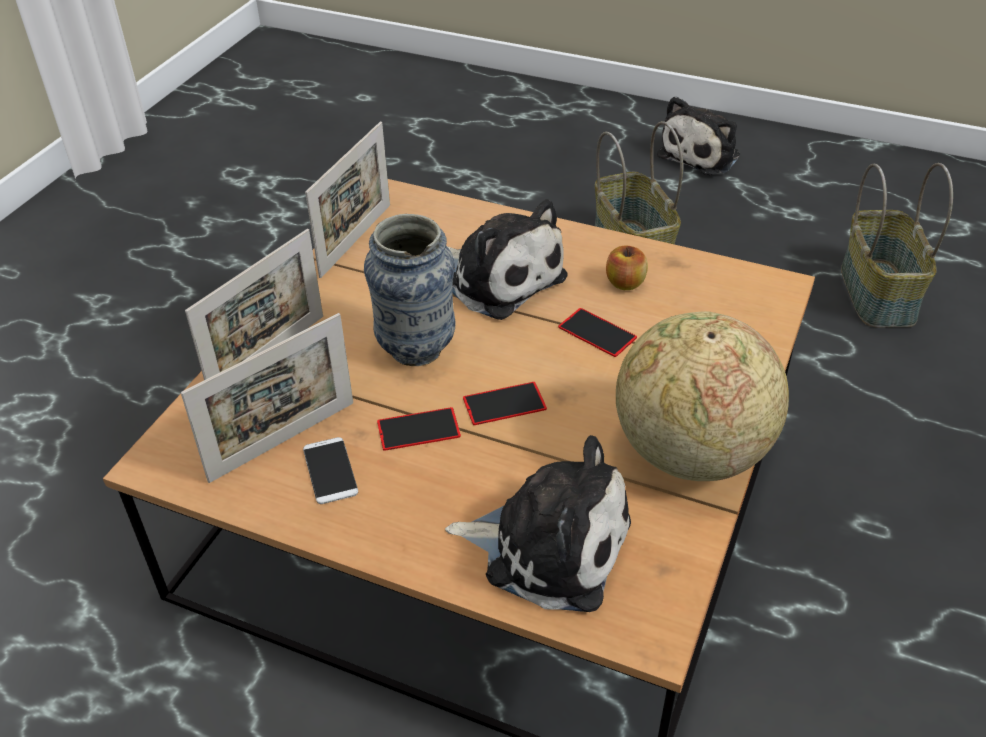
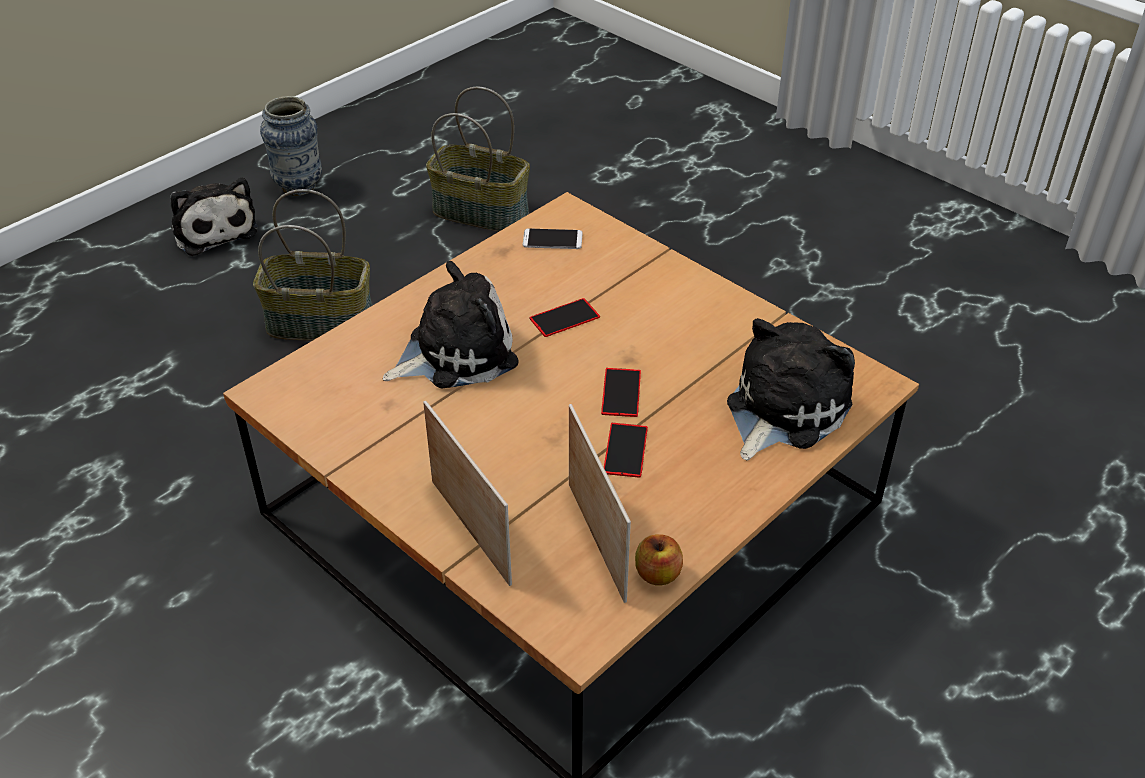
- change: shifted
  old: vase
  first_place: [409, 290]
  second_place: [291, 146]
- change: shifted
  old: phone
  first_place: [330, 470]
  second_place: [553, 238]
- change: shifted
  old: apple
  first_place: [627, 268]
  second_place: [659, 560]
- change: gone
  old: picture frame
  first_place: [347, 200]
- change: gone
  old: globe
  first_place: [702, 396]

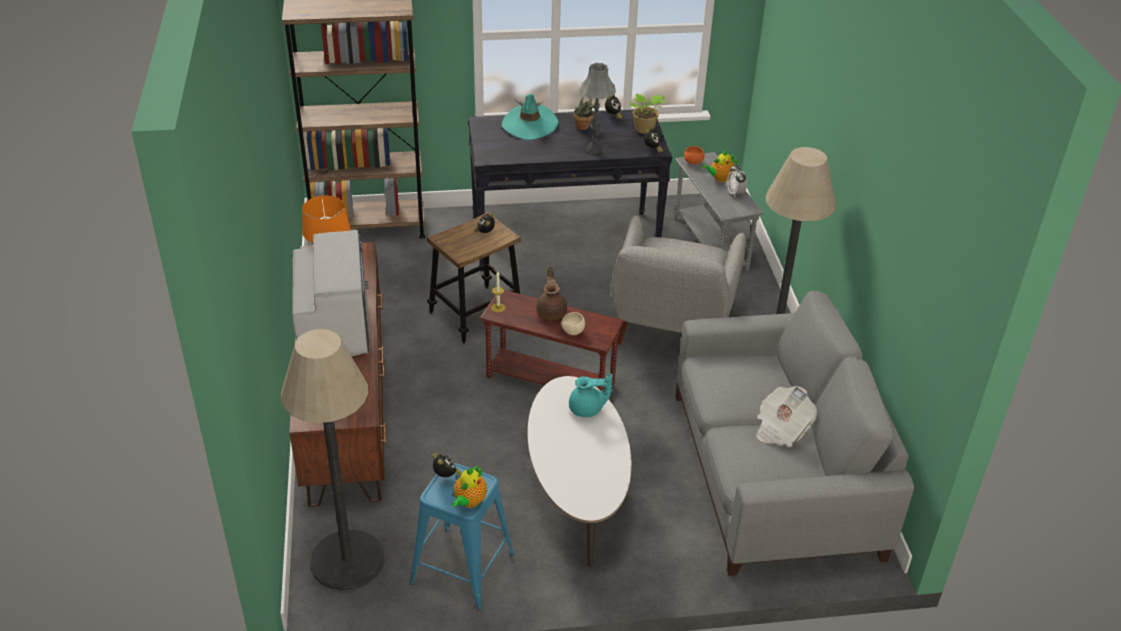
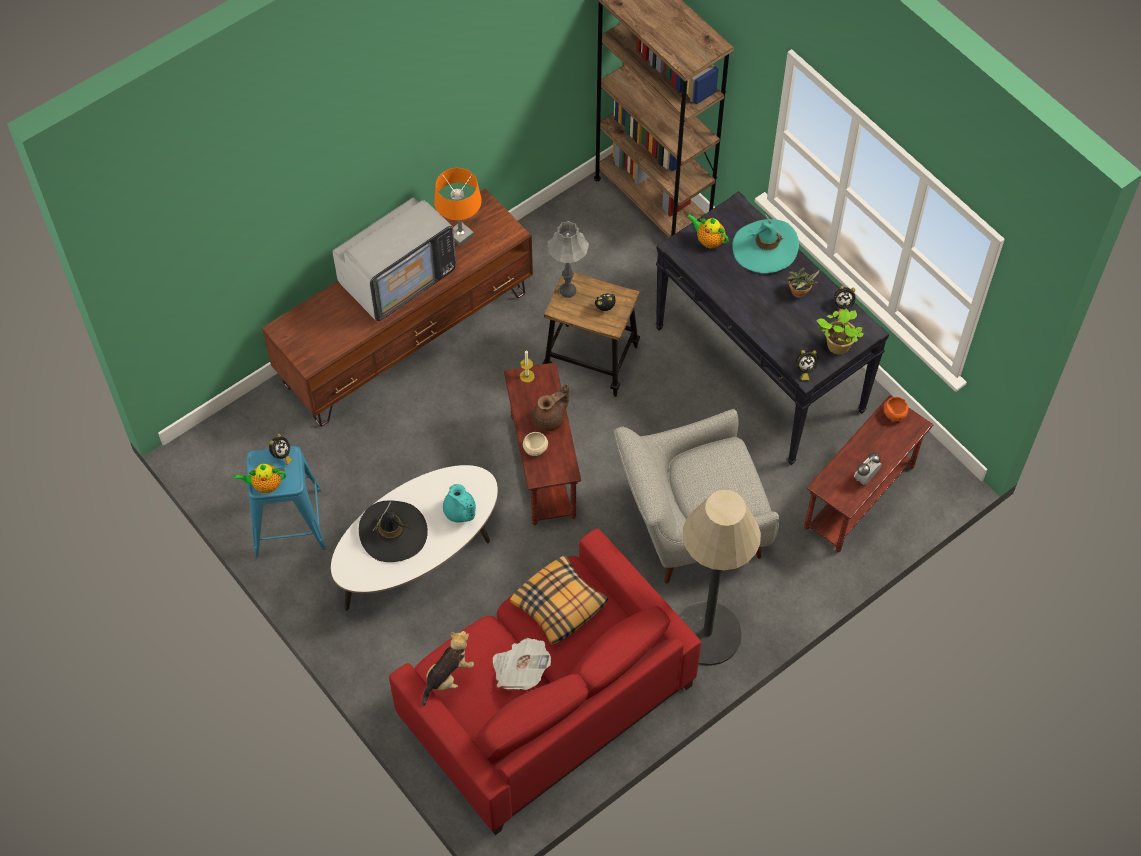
- change: new
  new: hat (black)
  second_place: [393, 531]
- change: repainted
  old: sofa (grey)
  new: sofa (red)
  first_place: [794, 433]
  second_place: [545, 681]
- change: new
  new: plush toy
  second_place: [448, 668]
- change: new
  new: pillow
  second_place: [559, 600]
- change: shifted
  old: table lamp (grey)
  first_place: [597, 108]
  second_place: [568, 259]
- change: shifted
  old: teapot
  first_place: [720, 166]
  second_place: [708, 231]
- change: repainted
  old: side table (grey)
  new: side table (brown)
  first_place: [718, 211]
  second_place: [868, 473]
- change: gone
  old: floor lamp
  first_place: [332, 459]

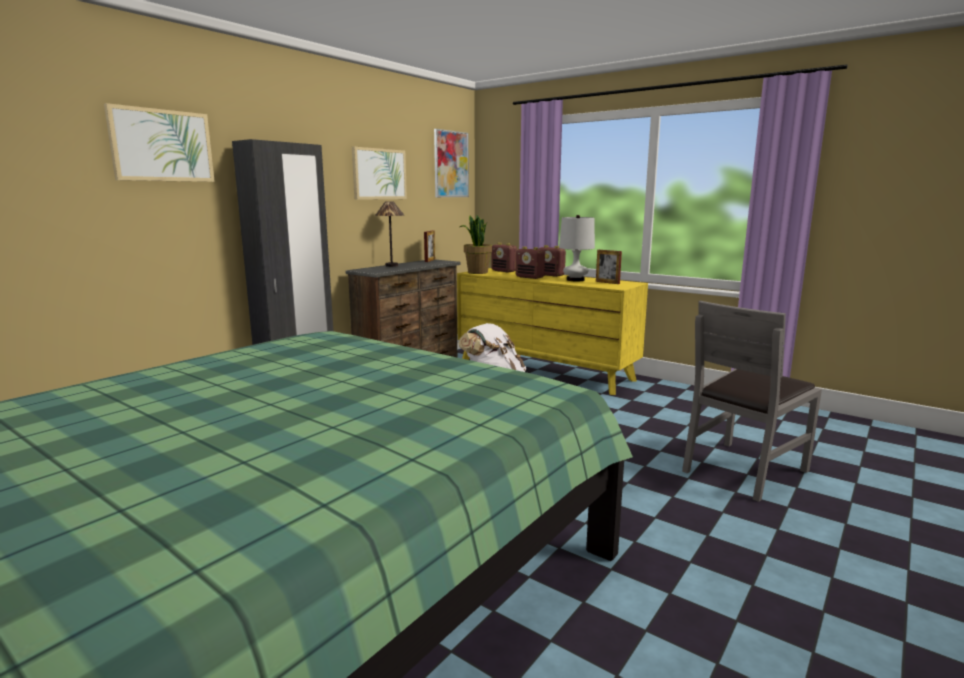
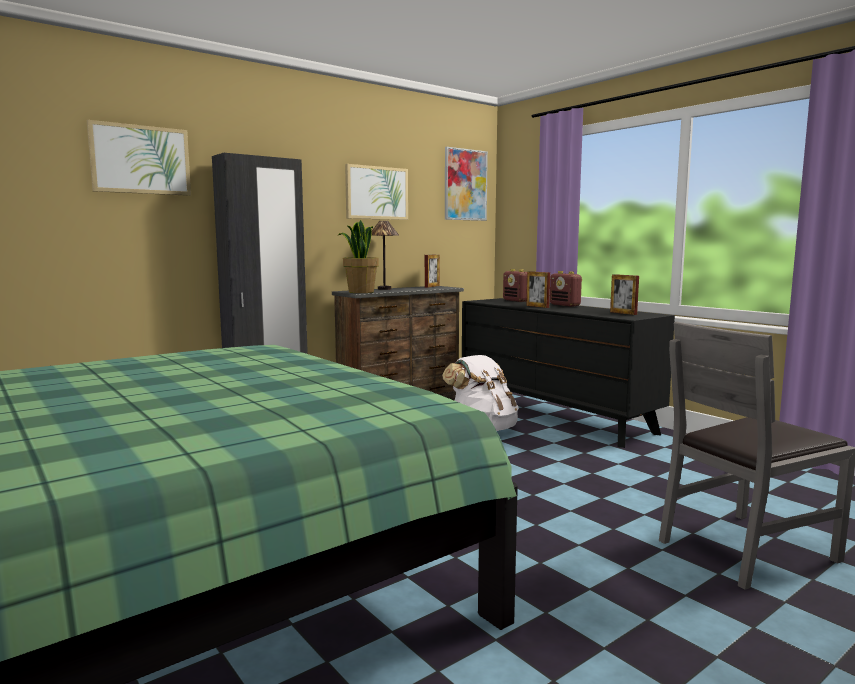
- change: shifted
  old: potted plant
  first_place: [476, 244]
  second_place: [358, 256]
- change: repainted
  old: dresser (yellow)
  new: dresser (black)
  first_place: [552, 331]
  second_place: [568, 373]
- change: swapped
  old: radio
  new: picture frame
  first_place: [530, 263]
  second_place: [538, 289]
- change: gone
  old: table lamp (white)
  first_place: [577, 248]

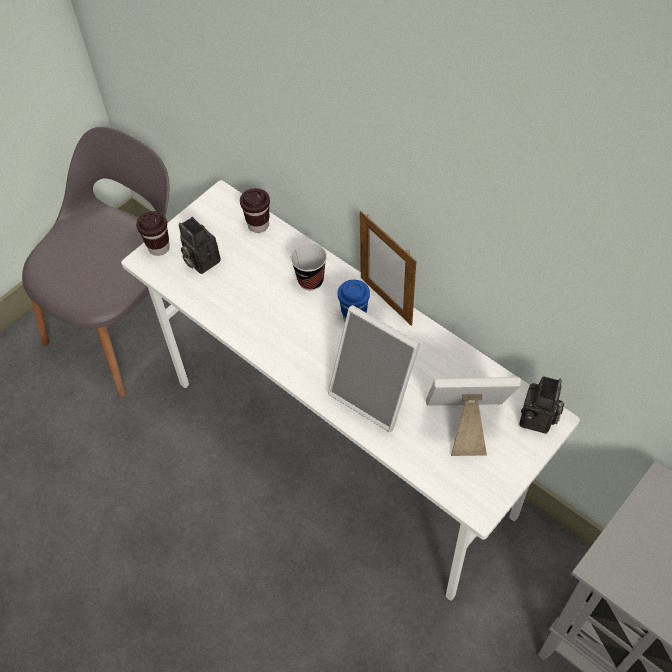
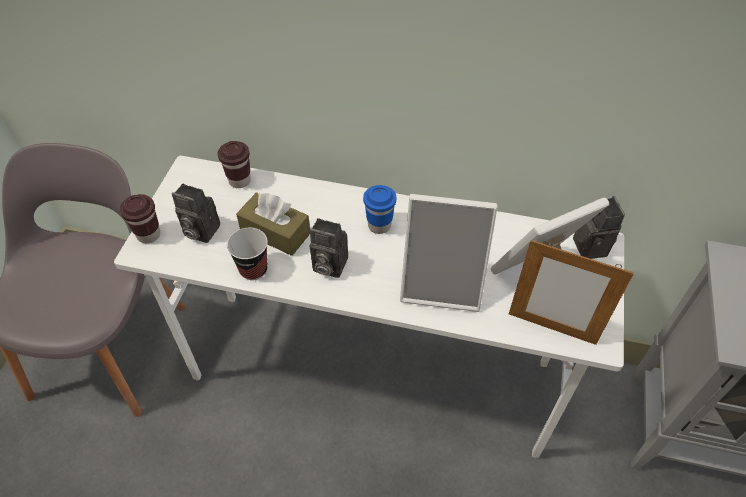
- change: shifted
  old: cup
  first_place: [309, 266]
  second_place: [247, 254]
- change: new
  new: tissue box (brown)
  second_place: [273, 224]
- change: new
  new: photo camera
  second_place: [329, 248]
- change: shifted
  old: picture frame
  first_place: [388, 268]
  second_place: [571, 292]

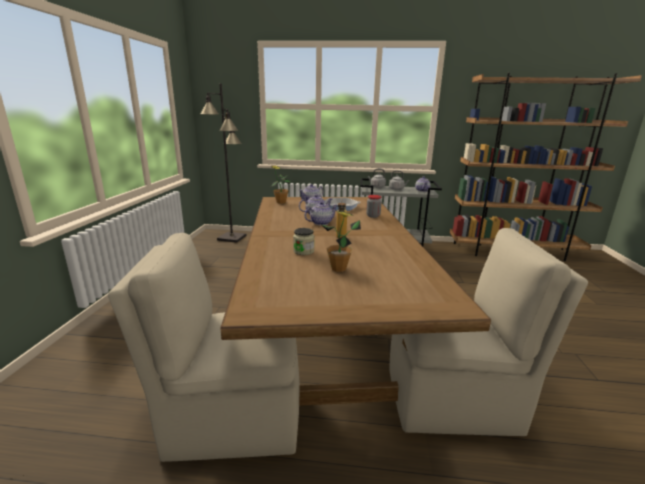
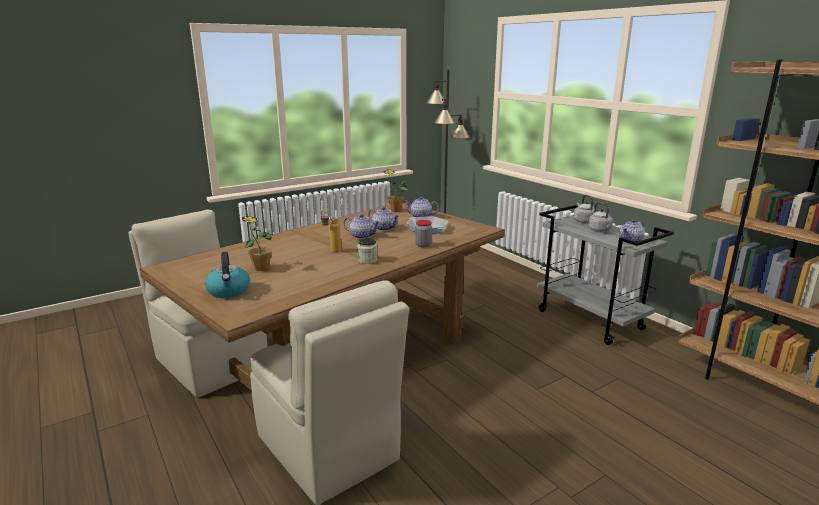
- change: new
  new: kettle
  second_place: [227, 275]
- change: shifted
  old: jar
  first_place: [303, 241]
  second_place: [367, 251]

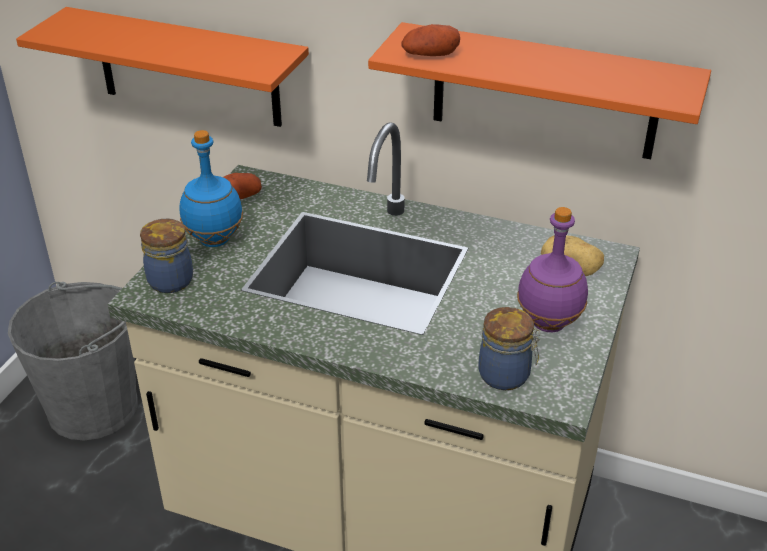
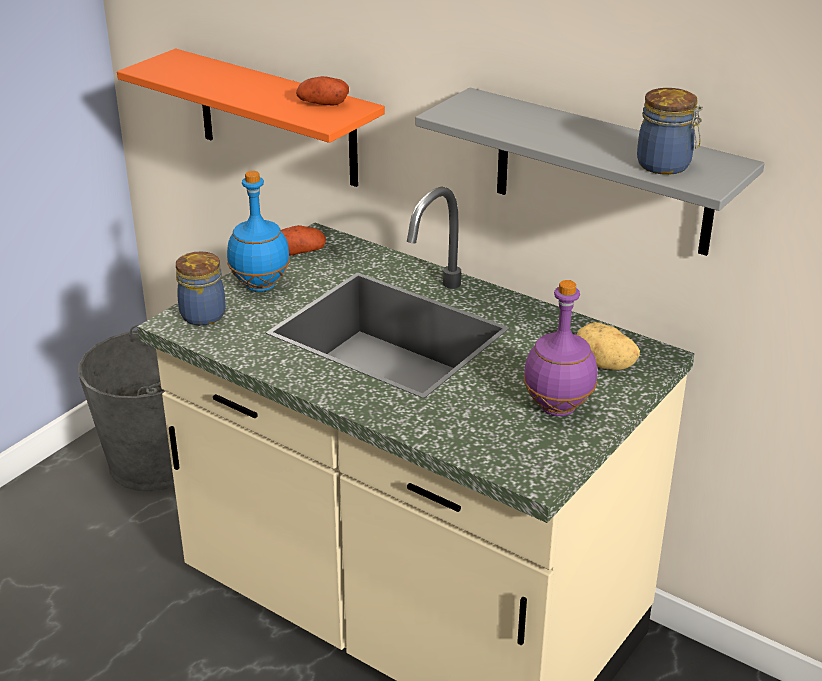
- change: shifted
  old: potato
  first_place: [430, 40]
  second_place: [322, 91]
- change: repainted
  old: shelf (orange)
  new: shelf (grey)
  first_place: [539, 90]
  second_place: [590, 171]
- change: shifted
  old: jar
  first_place: [509, 348]
  second_place: [670, 131]

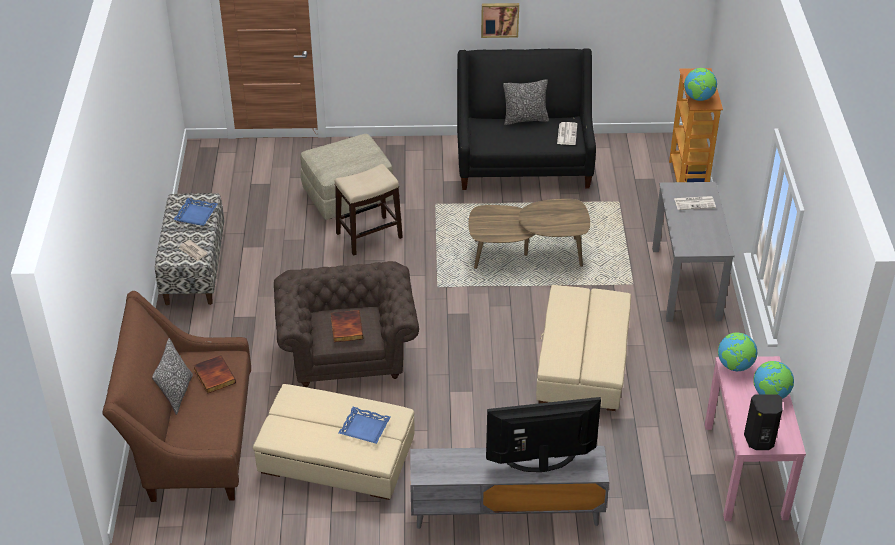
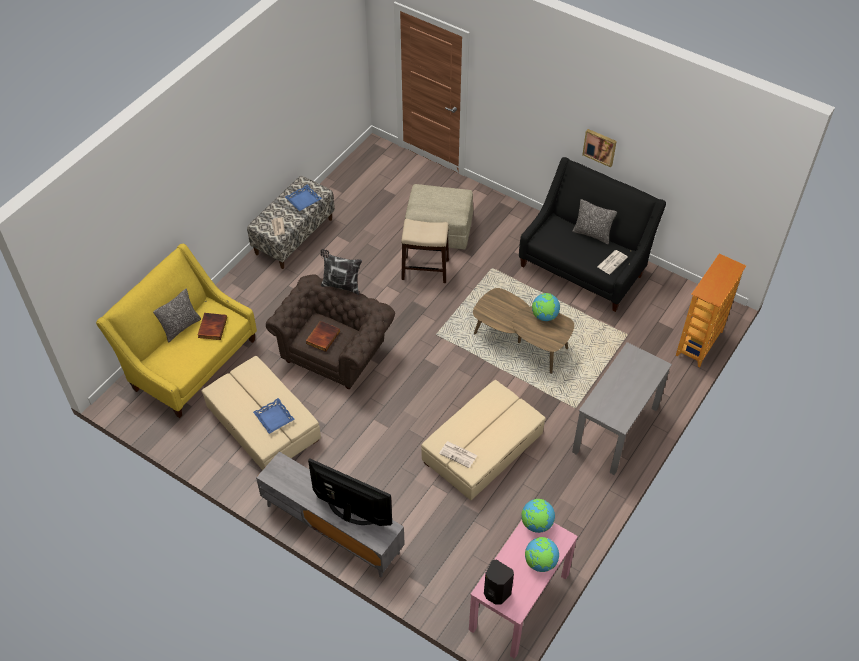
- change: repainted
  old: sofa (brown)
  new: sofa (yellow)
  first_place: [176, 396]
  second_place: [176, 330]
- change: new
  new: pillow
  second_place: [341, 272]
- change: shifted
  old: newspaper
  first_place: [695, 203]
  second_place: [458, 454]
- change: shifted
  old: globe
  first_place: [700, 84]
  second_place: [546, 307]

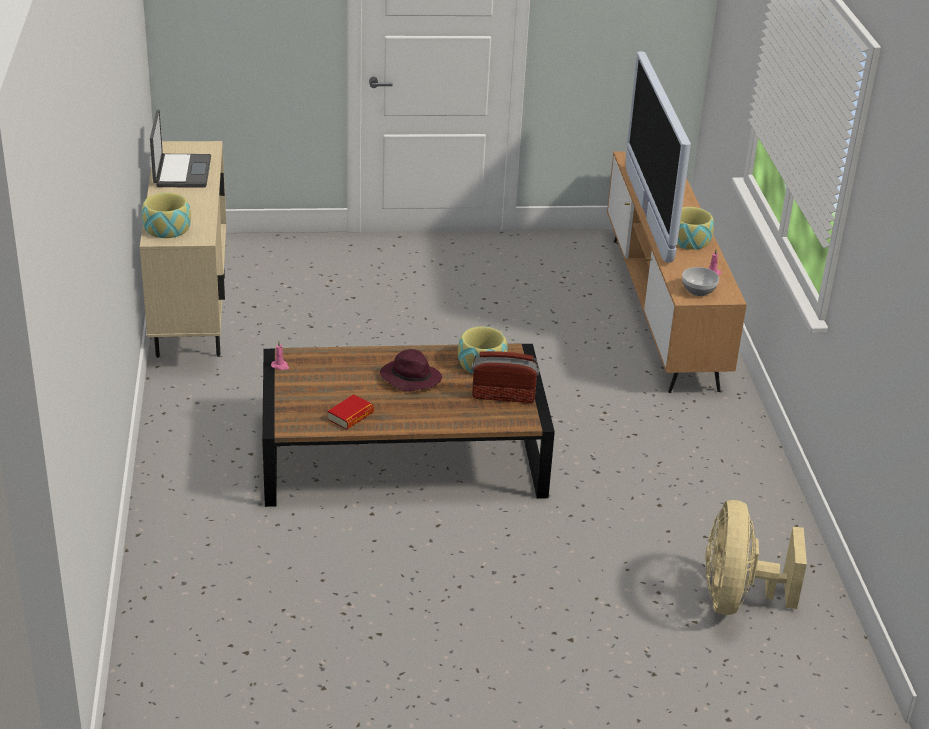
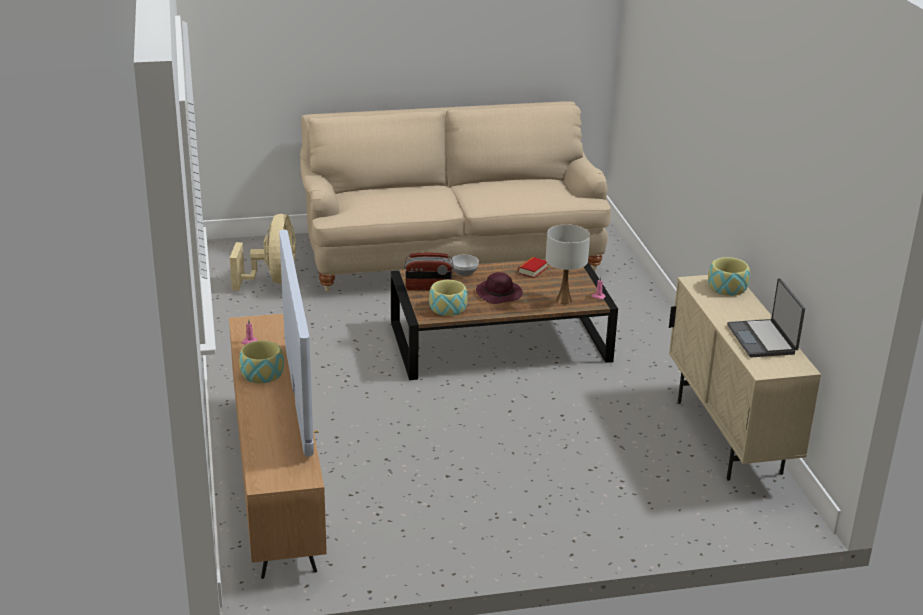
- change: new
  new: sofa (beige)
  second_place: [455, 196]
- change: shifted
  old: bowl
  first_place: [700, 281]
  second_place: [465, 265]
- change: new
  new: table lamp (white)
  second_place: [568, 264]

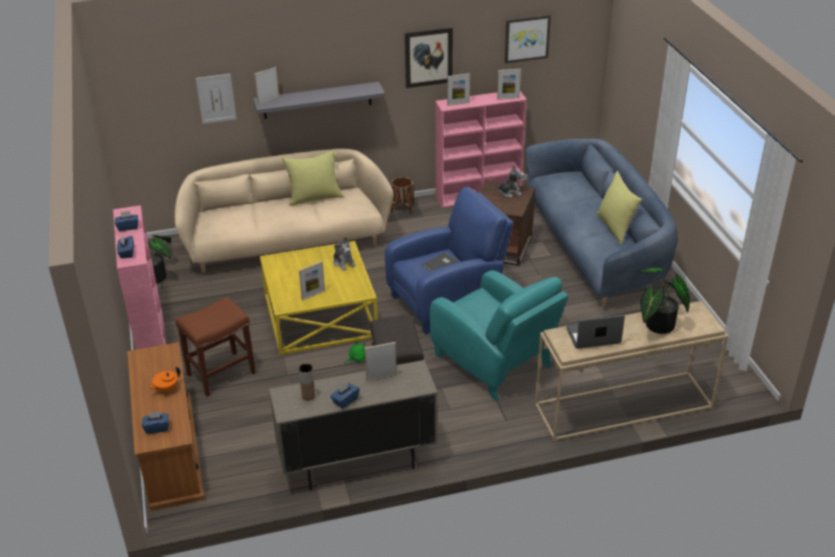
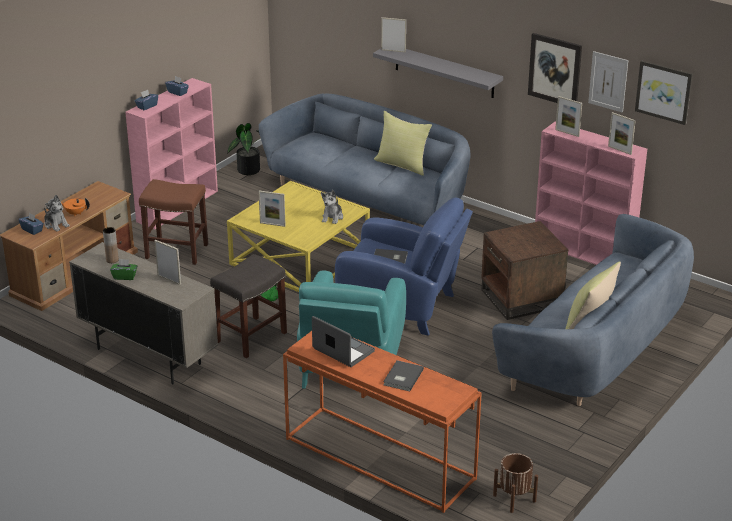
- change: shifted
  old: plush toy
  first_place: [509, 182]
  second_place: [57, 213]
- change: repainted
  old: tissue box (blue)
  new: tissue box (green)
  first_place: [345, 395]
  second_place: [123, 269]
- change: repainted
  old: sofa (beige)
  new: sofa (blue)
  first_place: [284, 211]
  second_place: [365, 159]
- change: repainted
  old: console table (beige)
  new: console table (orange)
  first_place: [631, 371]
  second_place: [382, 422]
- change: swapped
  old: potted plant
  new: book (grey)
  first_place: [663, 301]
  second_place: [403, 375]
- change: shifted
  old: planter (brown)
  first_place: [402, 195]
  second_place: [515, 483]
- change: shifted
  old: picture
  first_place: [216, 99]
  second_place: [608, 82]

